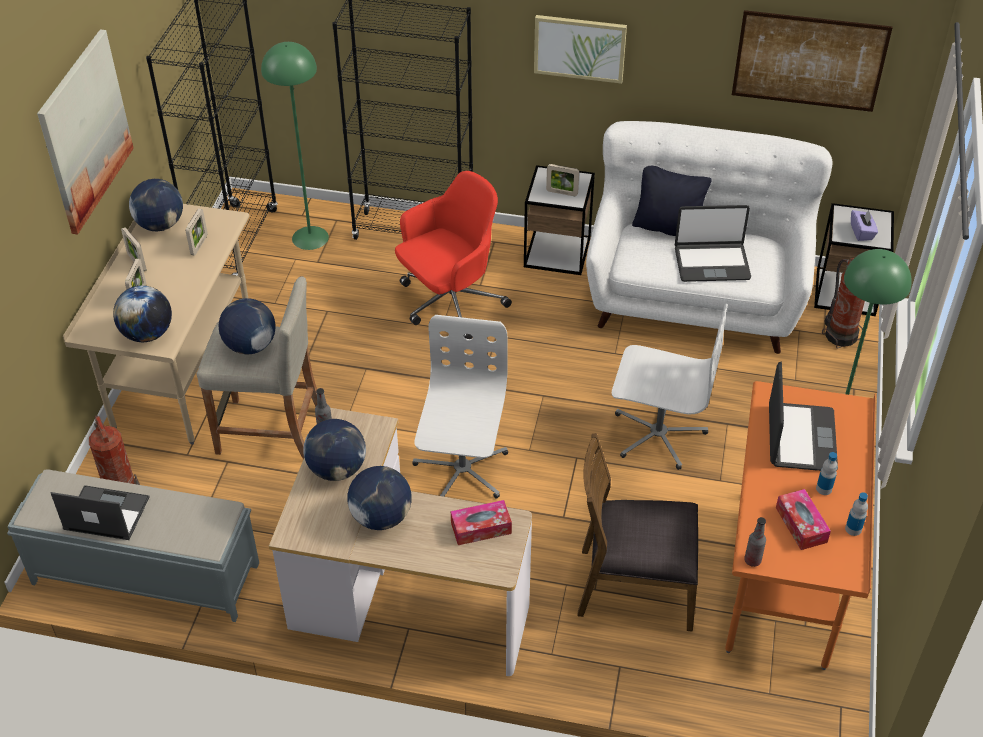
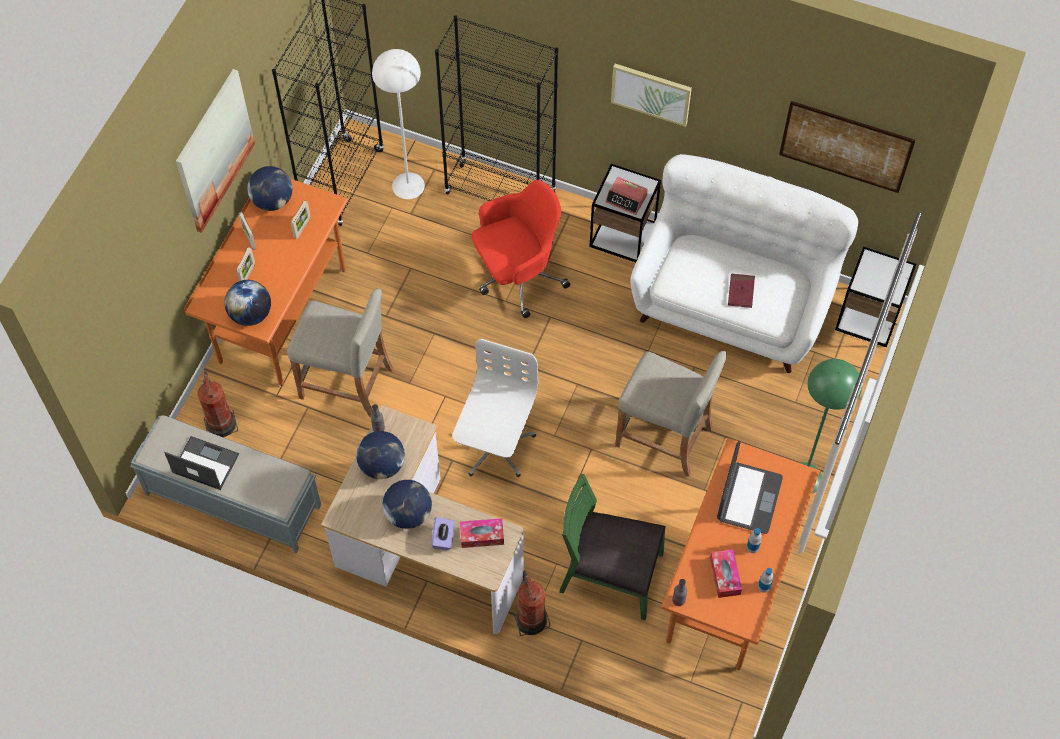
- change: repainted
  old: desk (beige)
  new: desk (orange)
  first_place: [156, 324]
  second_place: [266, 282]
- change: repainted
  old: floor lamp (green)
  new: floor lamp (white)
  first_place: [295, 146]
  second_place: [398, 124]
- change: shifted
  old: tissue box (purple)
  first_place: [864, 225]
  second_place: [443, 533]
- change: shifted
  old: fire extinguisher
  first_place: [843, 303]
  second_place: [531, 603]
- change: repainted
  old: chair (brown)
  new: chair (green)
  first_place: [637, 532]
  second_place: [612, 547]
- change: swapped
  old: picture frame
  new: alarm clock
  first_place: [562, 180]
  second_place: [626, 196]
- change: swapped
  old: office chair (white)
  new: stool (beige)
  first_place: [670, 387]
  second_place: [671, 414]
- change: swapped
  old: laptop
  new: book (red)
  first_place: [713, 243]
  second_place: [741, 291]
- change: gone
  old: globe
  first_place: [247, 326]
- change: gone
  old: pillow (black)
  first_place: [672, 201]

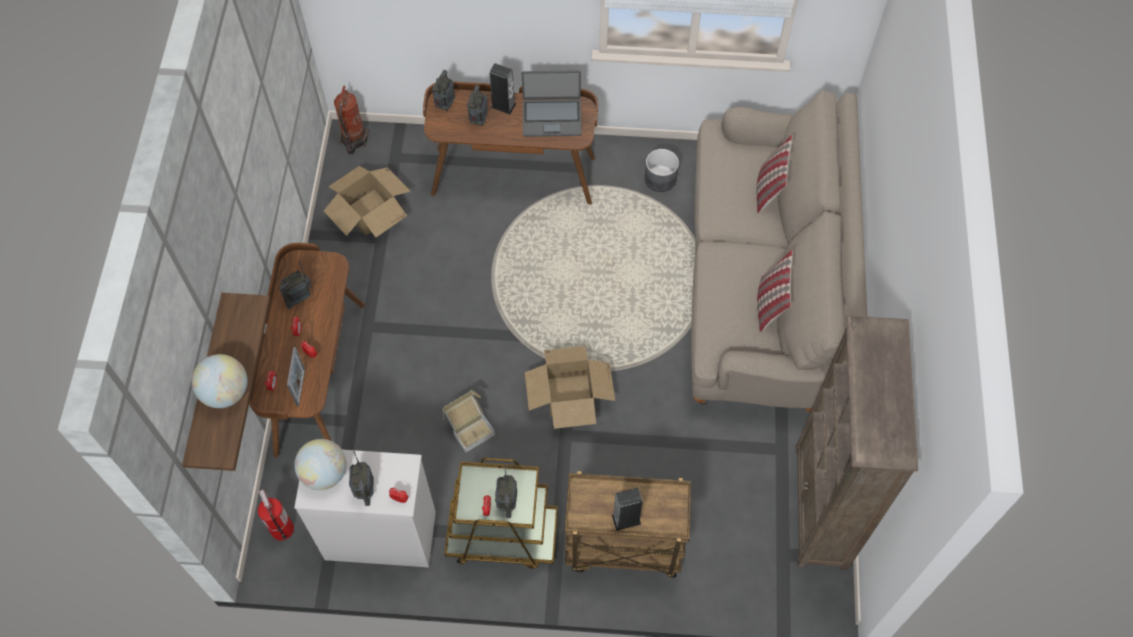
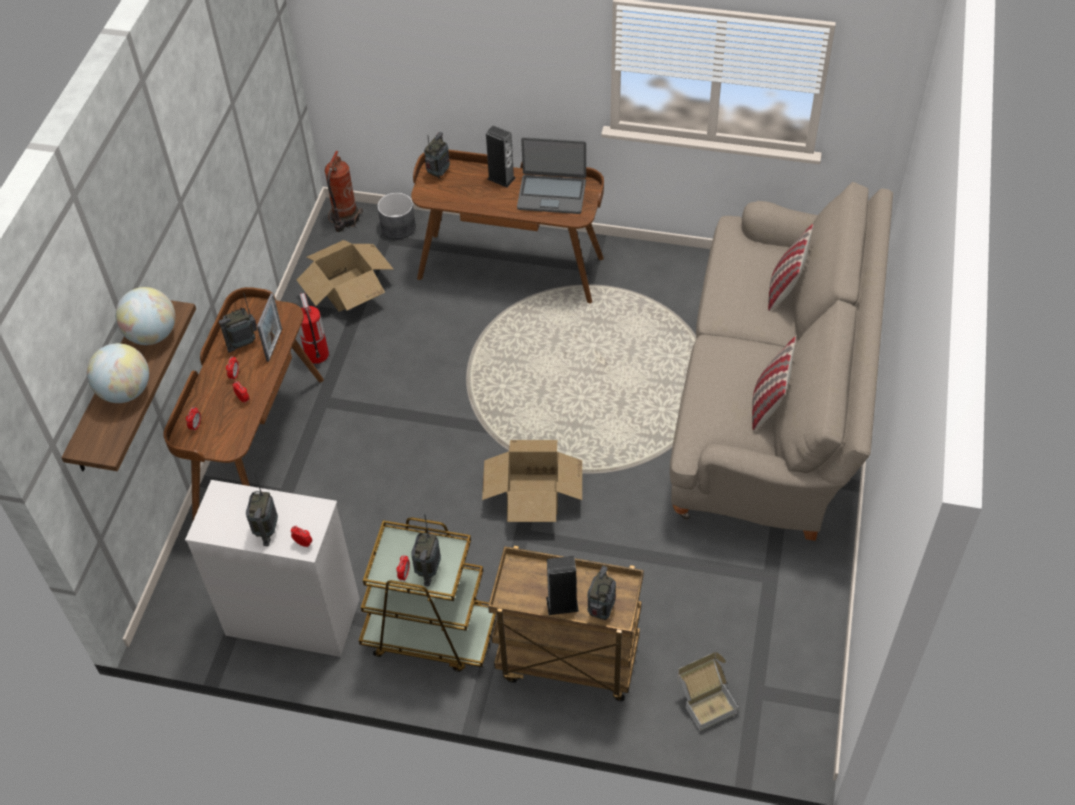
- change: shifted
  old: globe
  first_place: [320, 464]
  second_place: [145, 316]
- change: shifted
  old: picture frame
  first_place: [296, 376]
  second_place: [269, 327]
- change: shifted
  old: fire extinguisher
  first_place: [276, 514]
  second_place: [314, 328]
- change: shifted
  old: planter (grey)
  first_place: [661, 170]
  second_place: [396, 216]
- change: shifted
  old: radio
  first_place: [477, 105]
  second_place: [601, 593]
- change: shifted
  old: cardboard box
  first_place: [469, 421]
  second_place: [708, 691]
- change: gone
  old: bookcase (brown)
  first_place: [856, 442]

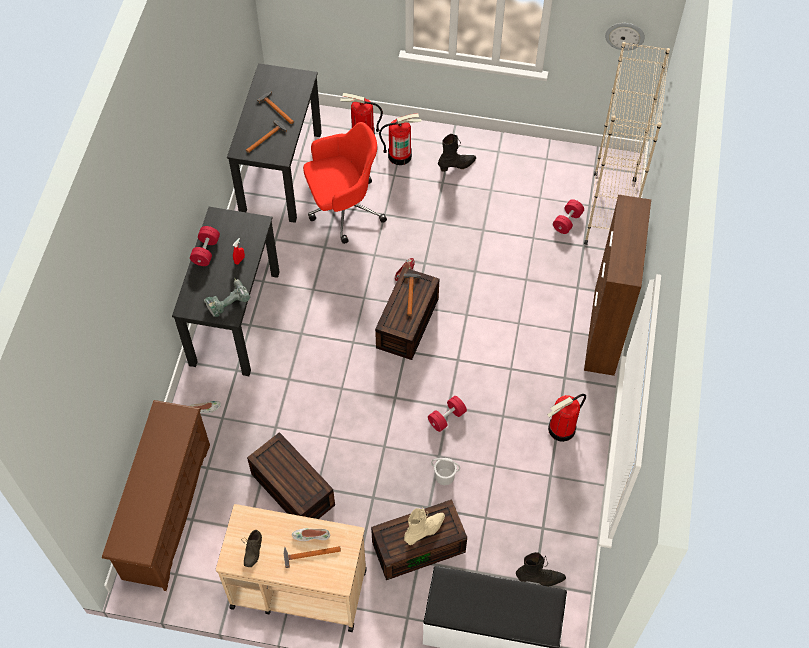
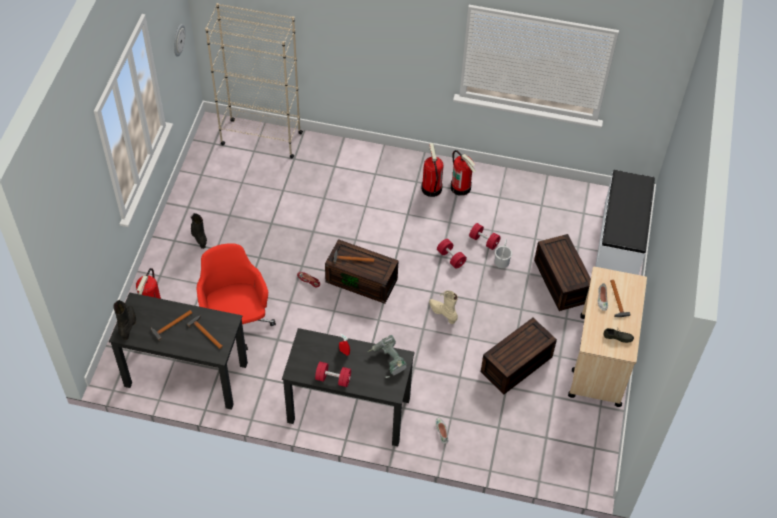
- change: shifted
  old: boot (black)
  first_place: [541, 569]
  second_place: [124, 320]
- change: shifted
  old: fire extinguisher
  first_place: [400, 139]
  second_place: [432, 170]
- change: shifted
  old: boot (beige)
  first_place: [424, 526]
  second_place: [443, 307]
- change: shifted
  old: dumbbell (red)
  first_place: [568, 216]
  second_place: [485, 236]
- change: gone
  old: shoe rack (brown)
  first_place: [156, 495]
- change: gone
  old: cabinet (brown)
  first_place: [617, 285]

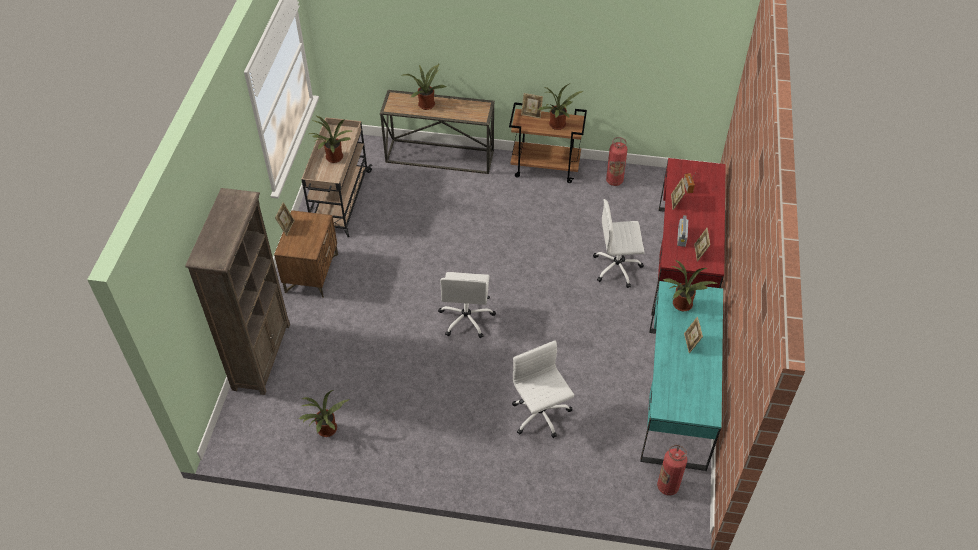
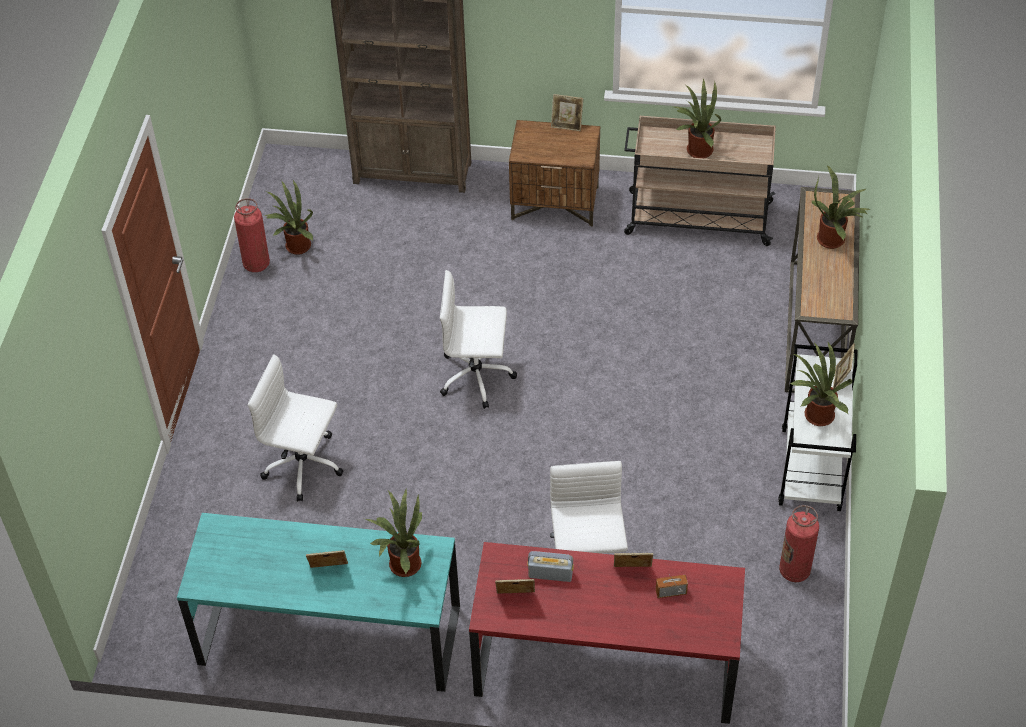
- change: shifted
  old: fire extinguisher
  first_place: [672, 470]
  second_place: [252, 235]
- change: rotated
  old: office chair (white)
  first_place: [543, 389]
  second_place: [295, 427]
  degrees: -135
- change: repainted
  old: cart (brown)
  new: cart (white)
  first_place: [548, 142]
  second_place: [817, 427]

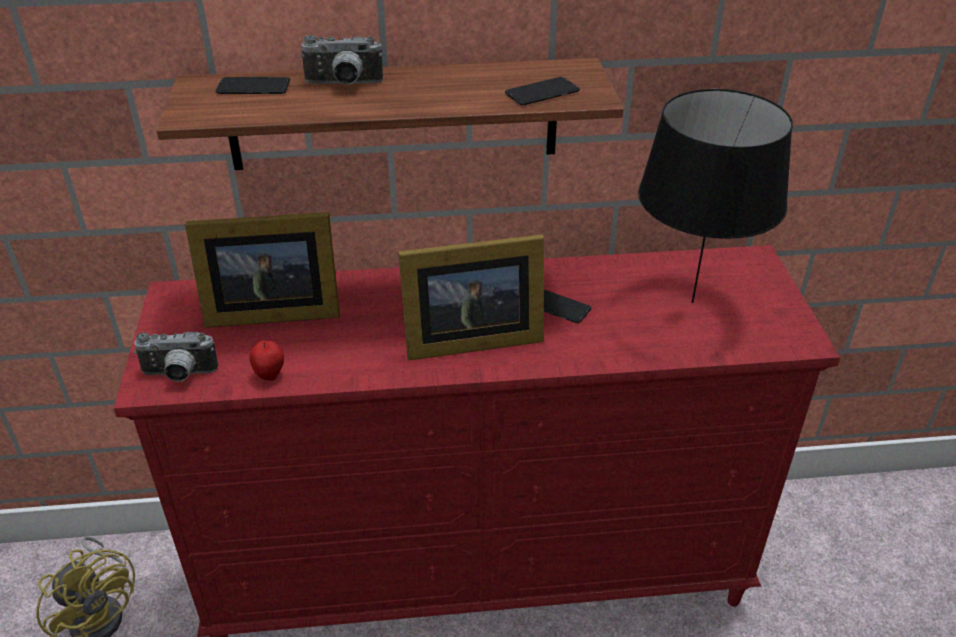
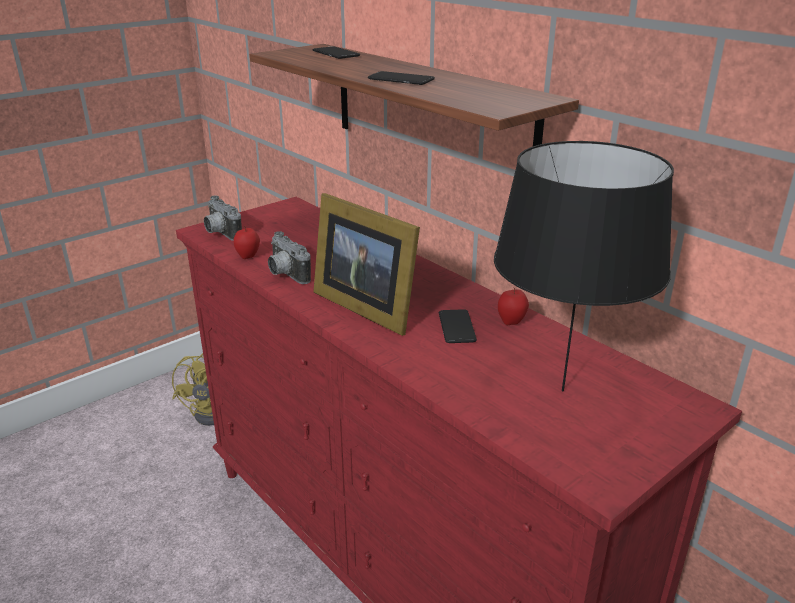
- change: shifted
  old: photo camera
  first_place: [341, 60]
  second_place: [289, 257]
- change: shifted
  old: phone
  first_place: [542, 91]
  second_place: [401, 78]
- change: new
  new: apple
  second_place: [513, 306]
- change: gone
  old: picture frame
  first_place: [262, 270]

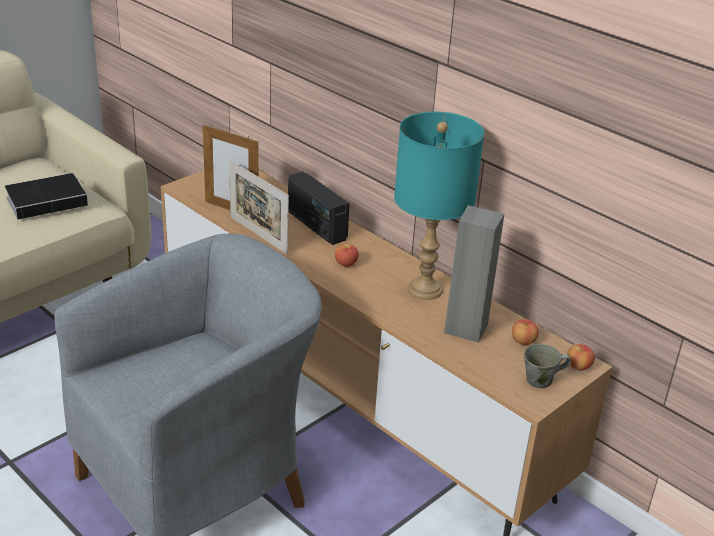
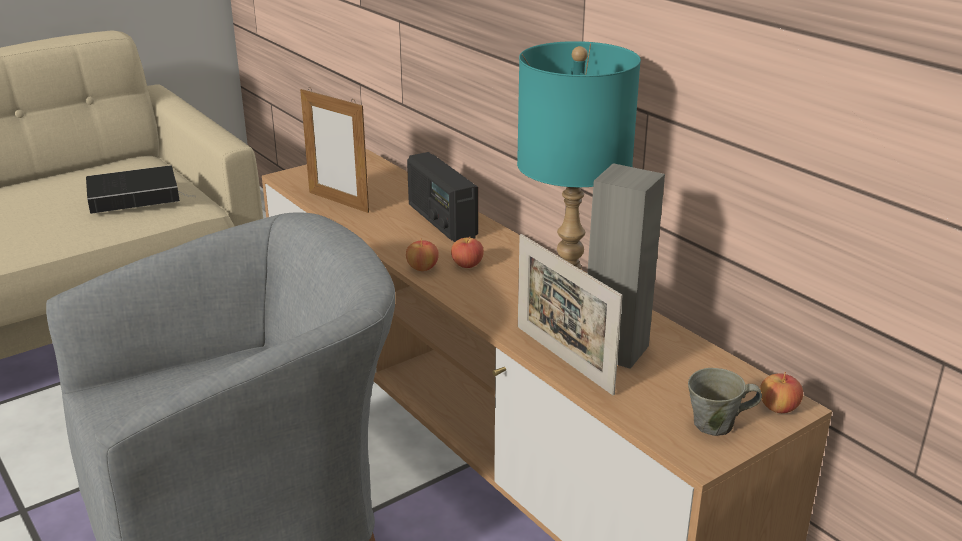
- change: shifted
  old: apple
  first_place: [525, 332]
  second_place: [422, 254]
- change: shifted
  old: picture frame
  first_place: [259, 207]
  second_place: [570, 314]

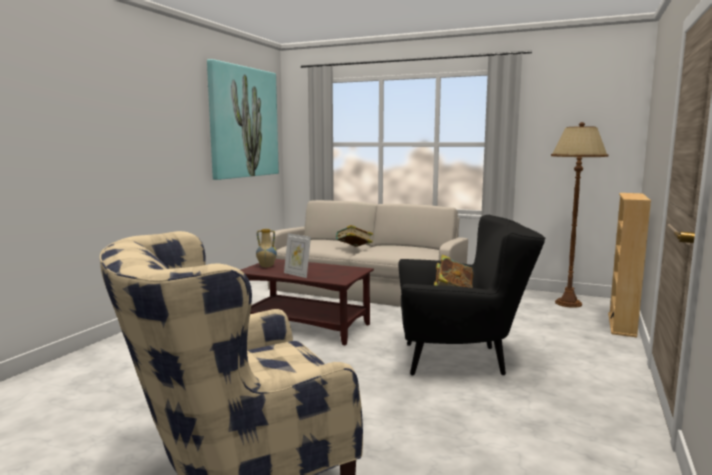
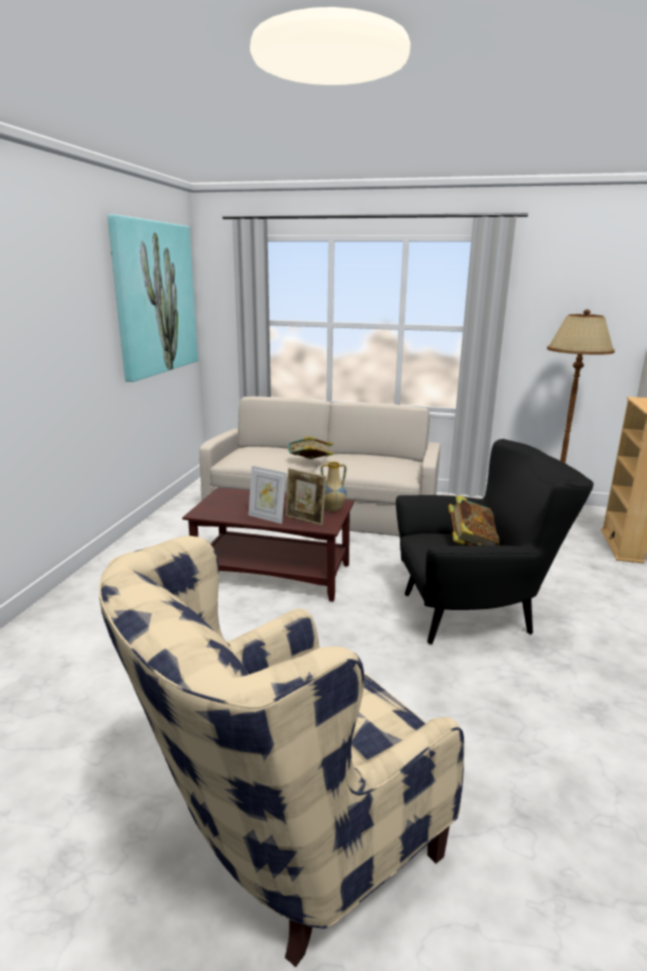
- change: new
  new: picture frame
  second_place: [306, 496]
- change: shifted
  old: vase
  first_place: [266, 248]
  second_place: [334, 486]

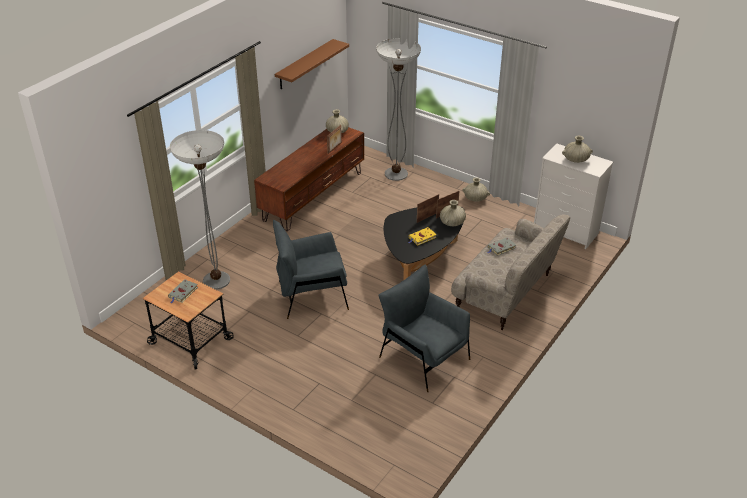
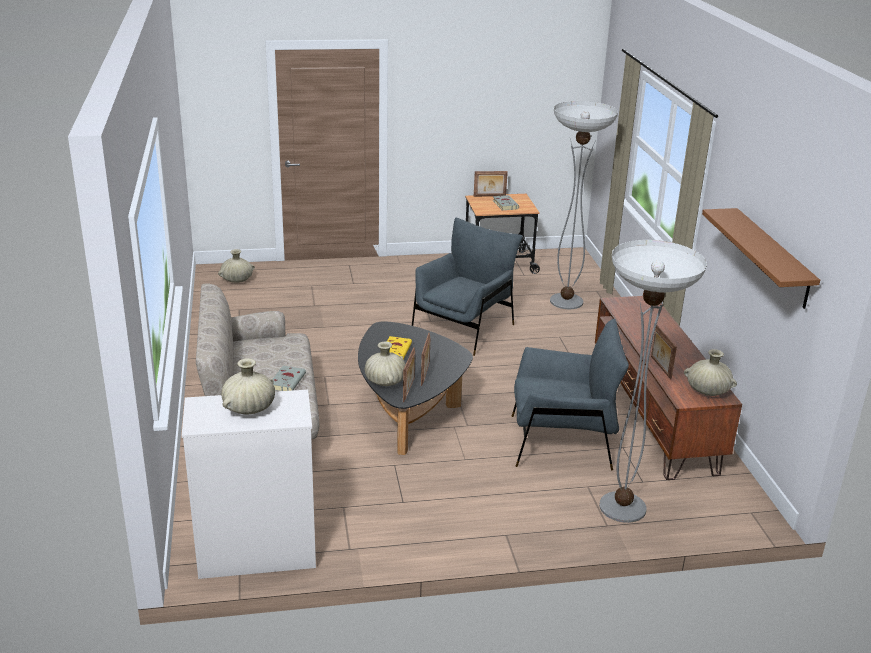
- change: shifted
  old: vase (beige)
  first_place: [476, 189]
  second_place: [236, 266]
- change: new
  new: picture frame
  second_place: [491, 184]
- change: shifted
  old: armchair (grey)
  first_place: [424, 328]
  second_place: [570, 394]

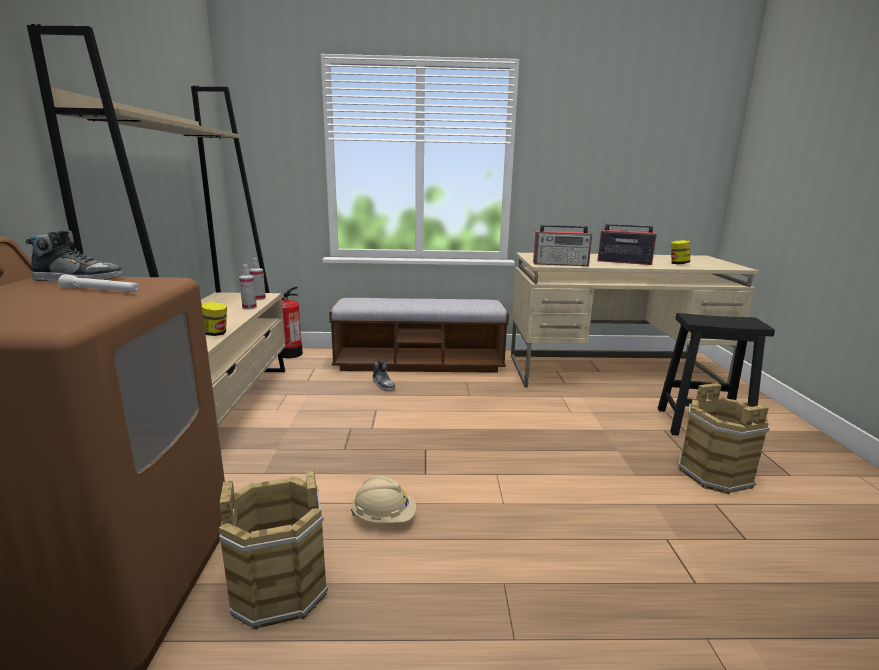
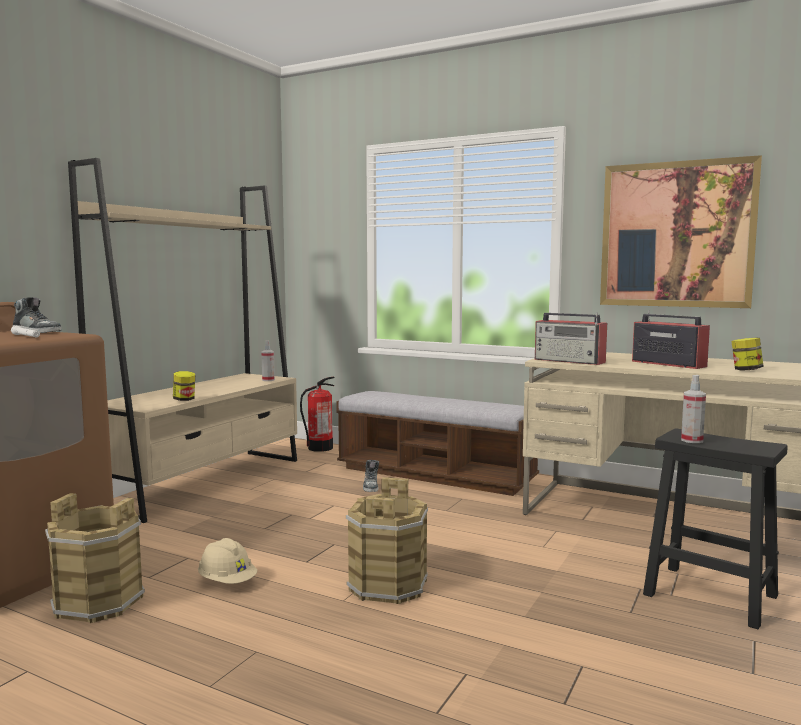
- change: shifted
  old: bucket (brown)
  first_place: [724, 439]
  second_place: [387, 540]
- change: new
  new: picture
  second_place: [681, 231]
- change: shifted
  old: spray bottle
  first_place: [248, 287]
  second_place: [693, 409]

